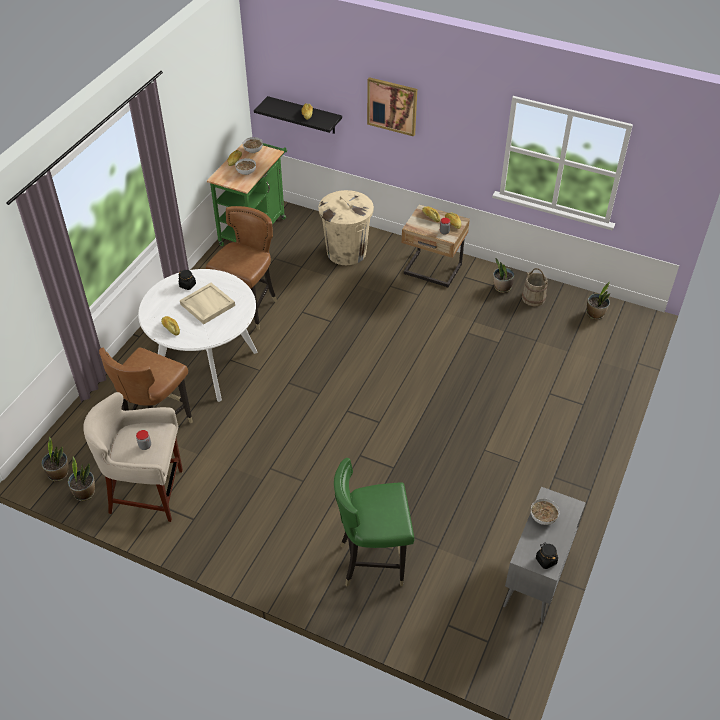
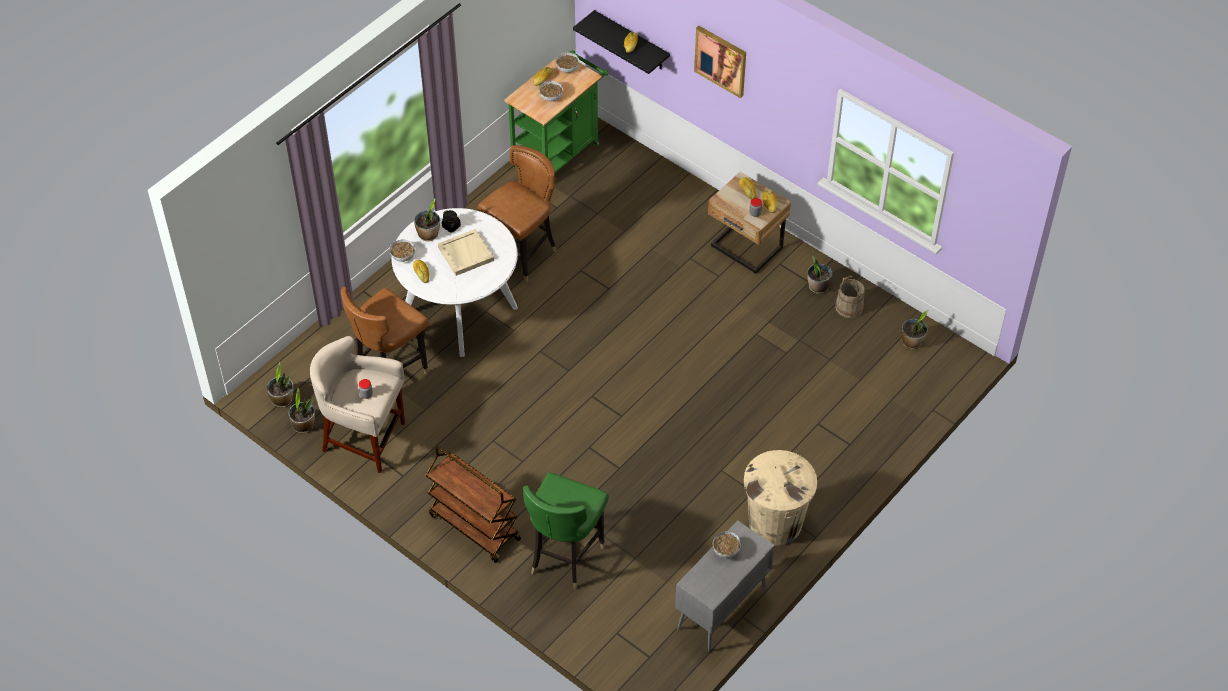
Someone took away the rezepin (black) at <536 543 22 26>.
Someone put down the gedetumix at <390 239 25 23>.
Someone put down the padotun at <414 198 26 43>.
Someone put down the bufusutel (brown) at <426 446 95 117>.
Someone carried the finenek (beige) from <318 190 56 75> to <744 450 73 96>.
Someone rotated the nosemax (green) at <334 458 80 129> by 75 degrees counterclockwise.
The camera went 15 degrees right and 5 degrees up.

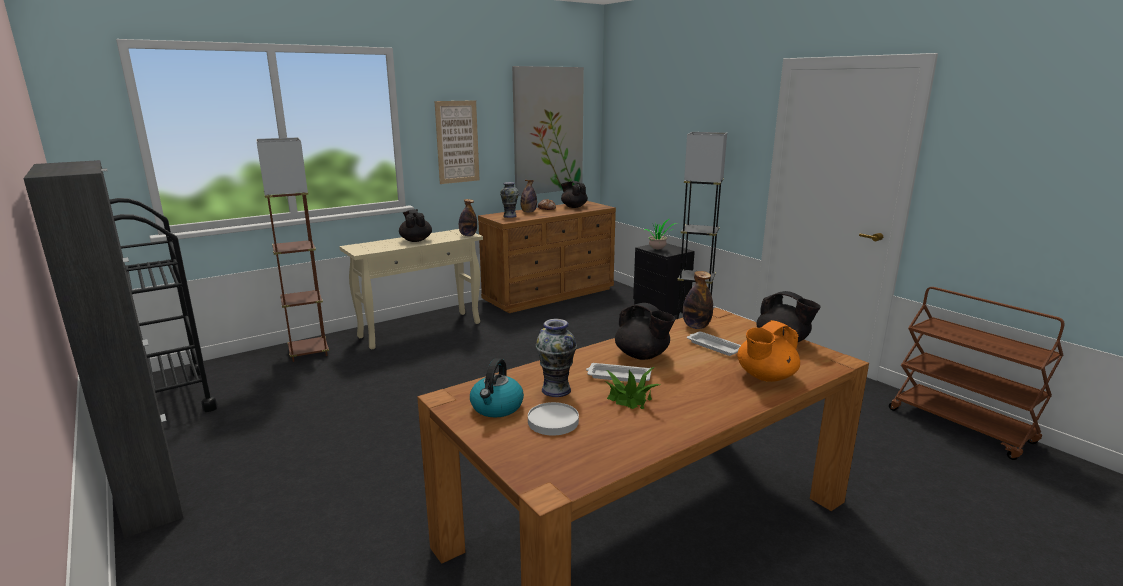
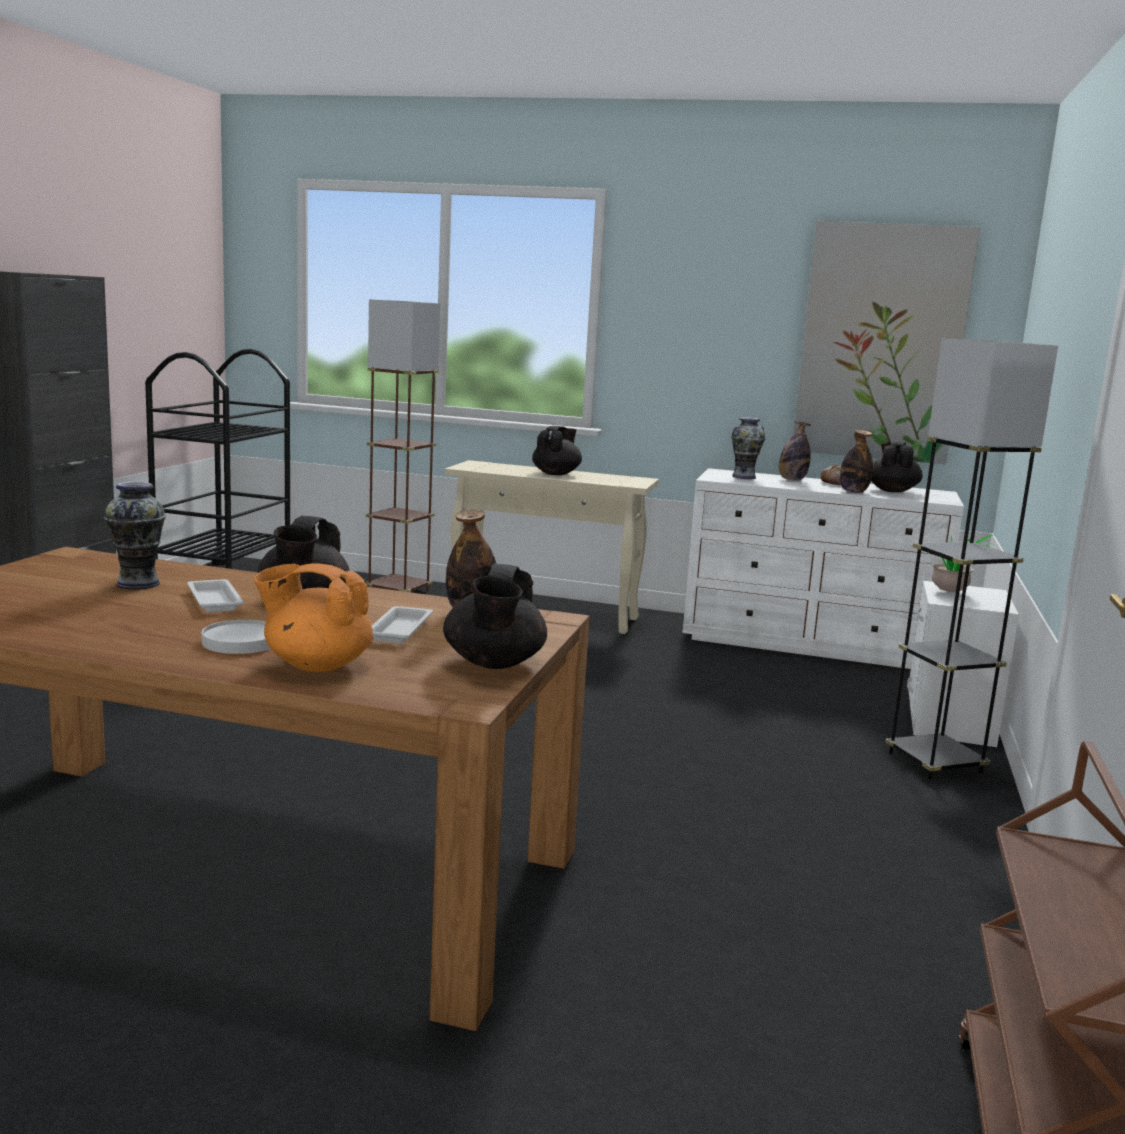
Someone took away the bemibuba at <435 100 45 84>.
Someone took away the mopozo at <470 358 54 59>.
Someone took away the padotun at <605 367 55 42>.
Someone carried the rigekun from <459 199 18 37> to <840 430 33 63>.
Someone carried the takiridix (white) from <528 402 51 34> to <202 620 69 34>.
Someone repainted the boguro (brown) at <478 201 138 112>, which became the boguro (white) at <682 468 282 201>.
Someone repainted the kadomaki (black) at <633 243 62 73>, which became the kadomaki (white) at <907 581 112 166>.
The camera went 50 degrees right and 5 degrees down.

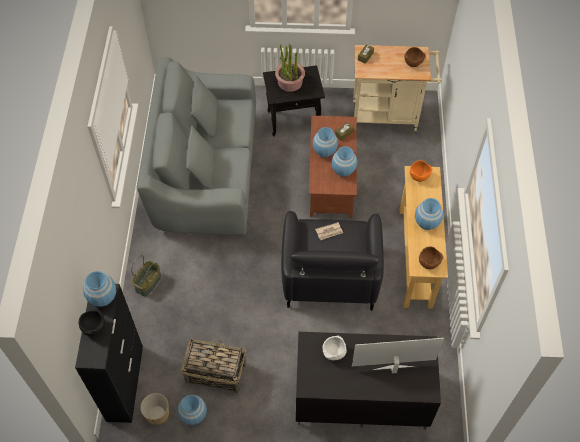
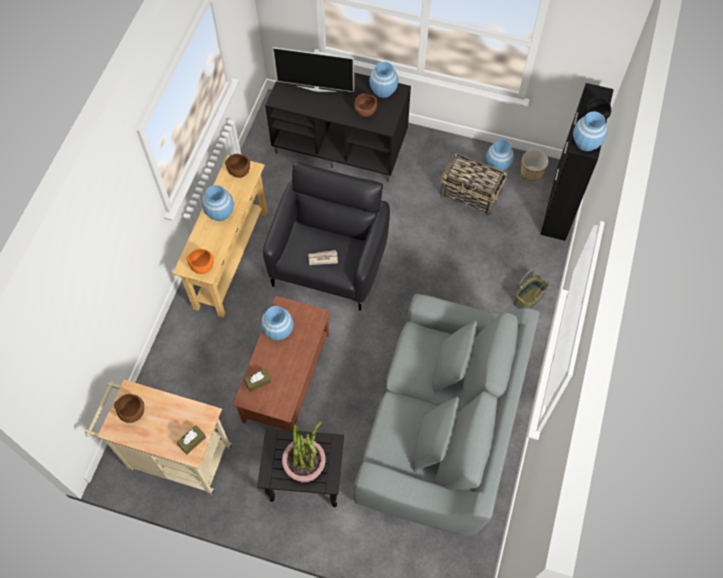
Someone carried the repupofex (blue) from <313 127 25 31> to <369 62 29 36>.
Someone repainted the gedetumix (white) at <322 336 25 24>, which became the gedetumix (brown) at <354 94 23 23>.
The camera went 165 degrees left and 5 degrees up.

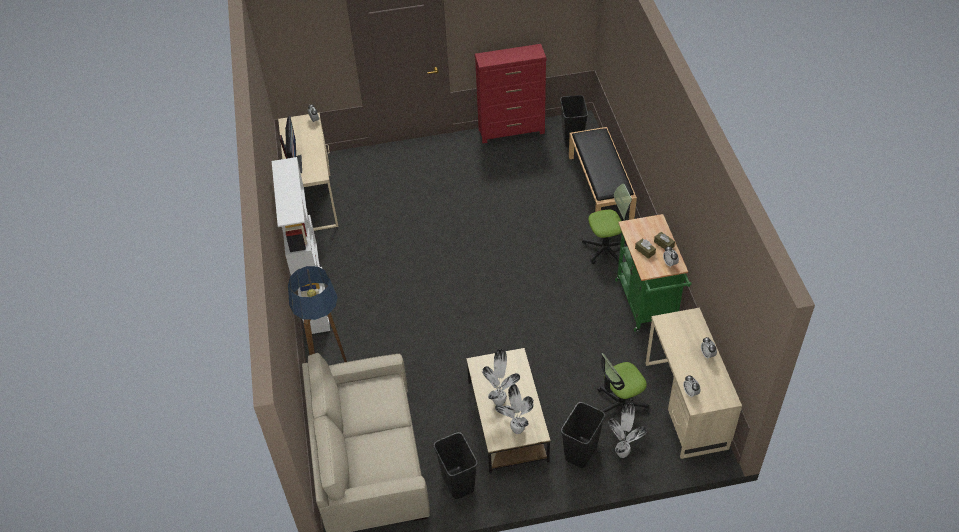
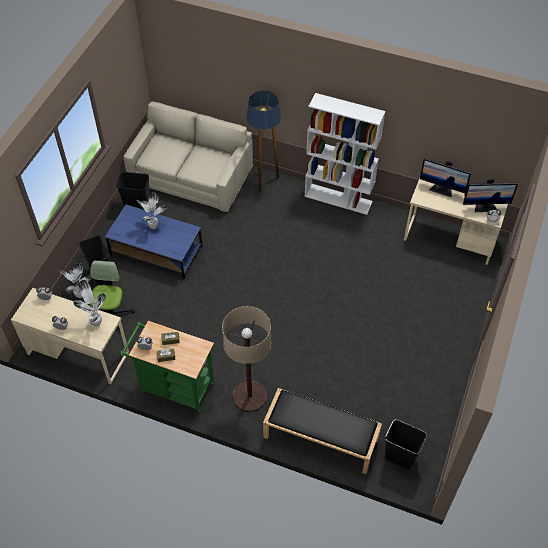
Someone took away the boguro (red) at <475 44 72 99>.
Someone put down the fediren at <463 178 55 34>.
Someone carried the padotun from <495 384 39 50> to <74 280 32 46>.
Someone swapped the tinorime at <582 184 50 80> for the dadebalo at <222 306 49 106>.
Someone repainted the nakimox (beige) at <466 348 84 125>, which became the nakimox (blue) at <105 204 98 75>.
The camera went 120 degrees right and 5 degrees up.

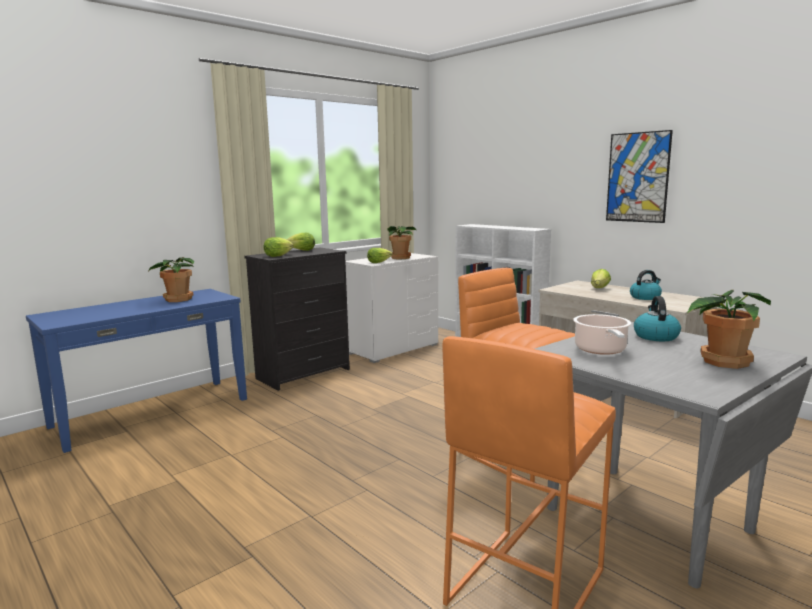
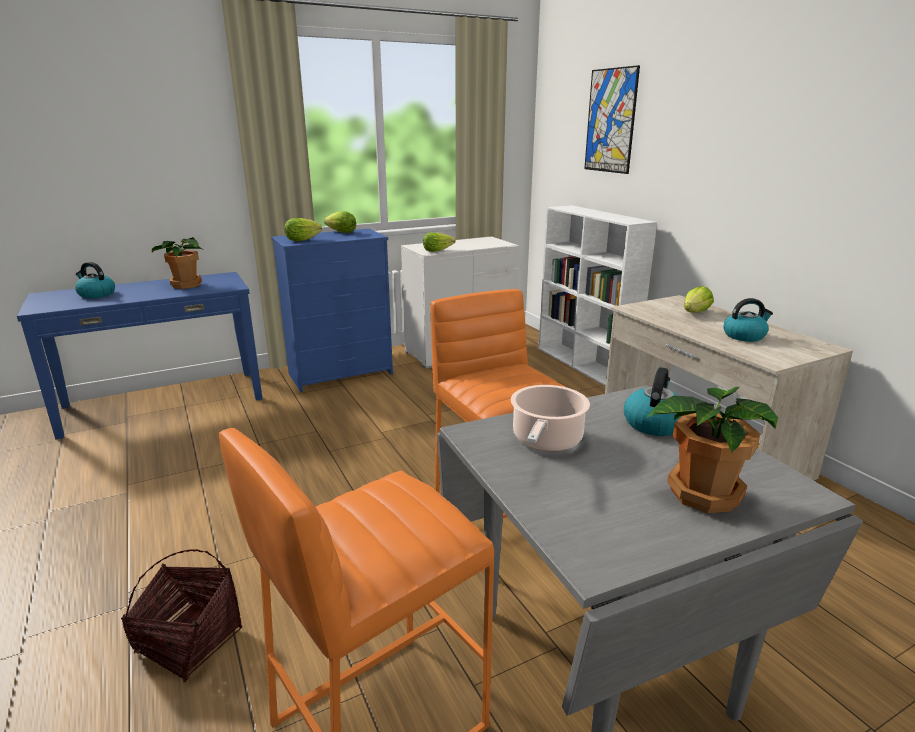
Someone took away the padotun at <387 226 30 34>.
Someone put down the mopozo at <75 262 40 36>.
Someone put down the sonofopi at <121 549 121 133>.
Someone carried the bemibuba from <606 130 67 93> to <584 65 56 109>.
Someone repainted the boguro (black) at <244 247 106 144>, which became the boguro (blue) at <271 228 122 164>.
The camera went 15 degrees right and 10 degrees up.

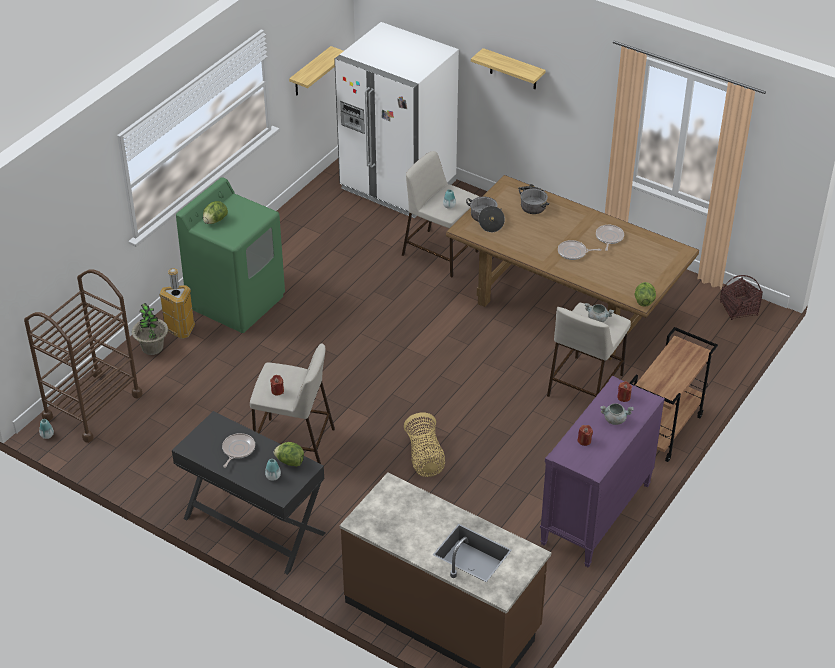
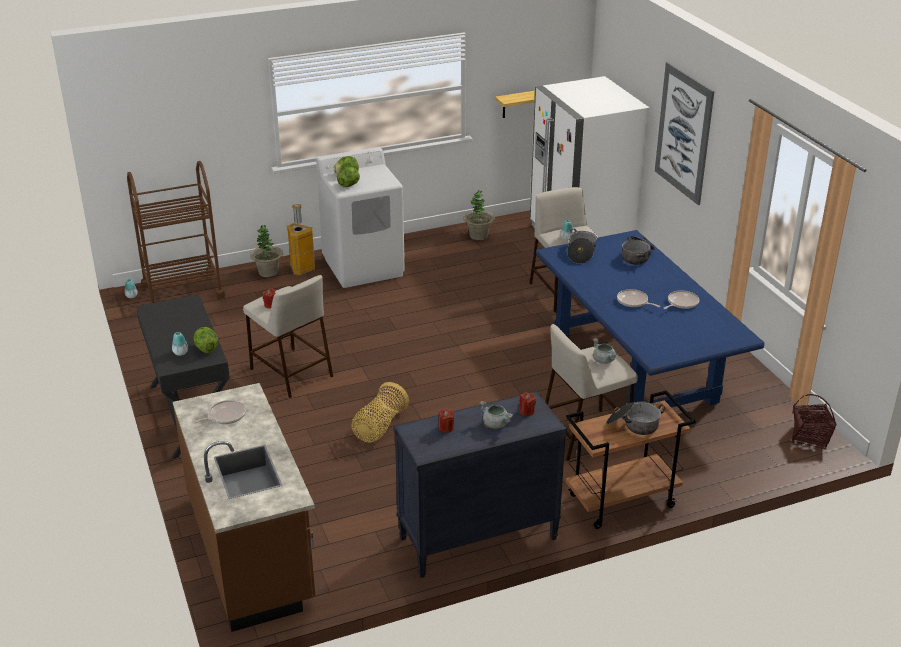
Someone put down the padotun at <463 190 32 50>.
Someone put down the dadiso at <606 402 59 33>.
Someone carried the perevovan from <222 433 33 35> to <192 400 54 24>.
Someone carried the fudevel from <635 282 21 25> to <337 167 23 20>.
Someone swapped the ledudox at <471 48 75 41> for the bemibuba at <655 62 59 143>.
Someone repainted the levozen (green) at <176 177 109 156>, which became the levozen (white) at <316 147 89 141>.
Someone repainted the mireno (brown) at <446 175 253 185>, which became the mireno (blue) at <536 230 228 178>.
Someone repainted the boguro (purple) at <540 376 125 192>, which became the boguro (black) at <393 391 174 187>.
The camera went 35 degrees right and 10 degrees down.

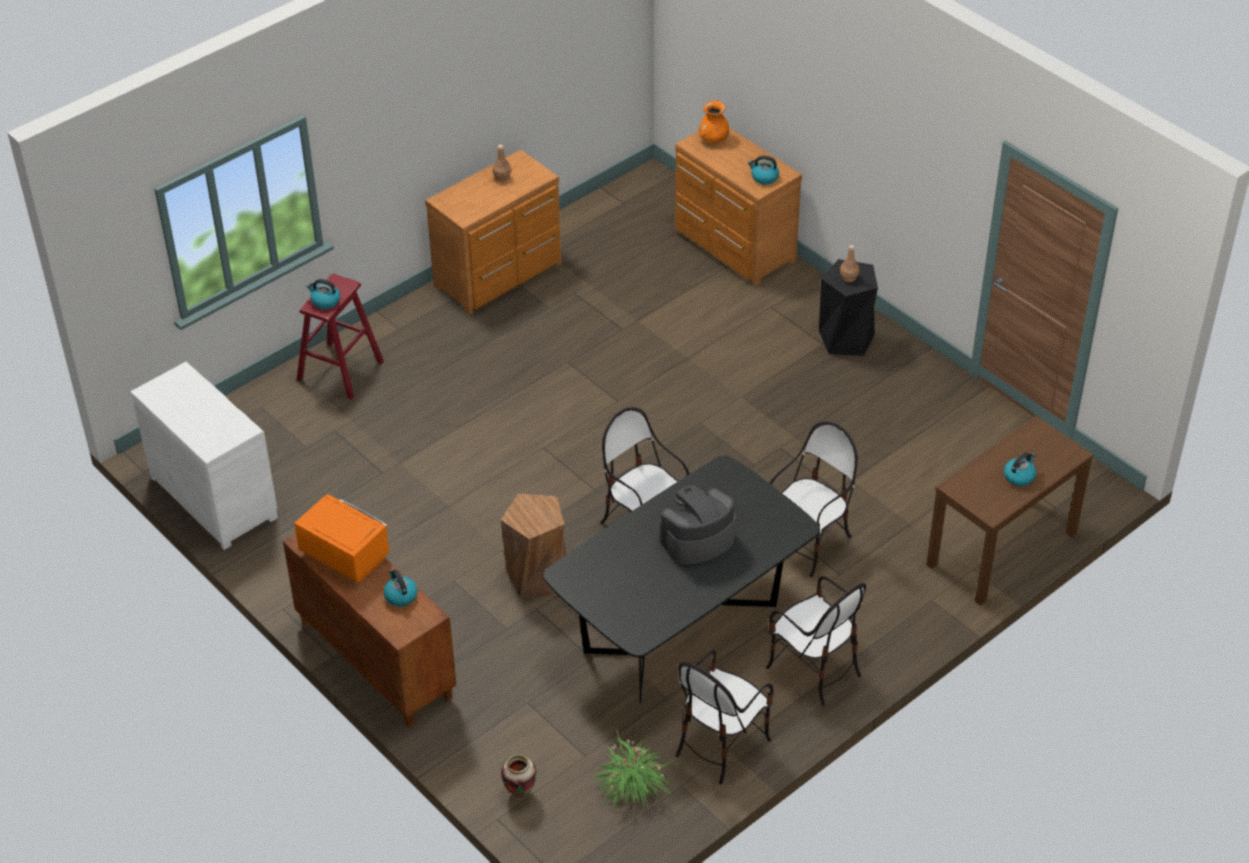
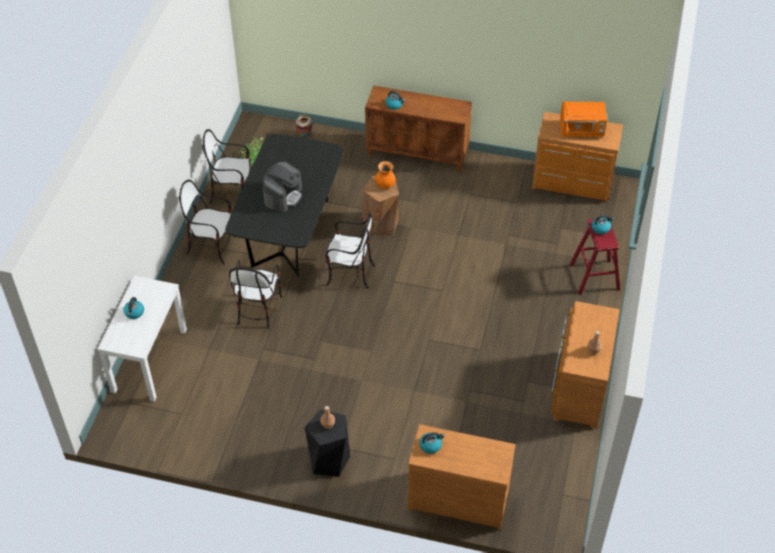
Someone carried the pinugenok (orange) from <294 494 96 89> to <560 102 47 34>.
Someone carried the repupofex (orange) from <699 101 30 42> to <375 161 21 28>.
Someone repainted the boguro (white) at <130 362 148 188>, which became the boguro (brown) at <532 112 91 90>.
Someone repainted the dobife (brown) at <926 416 168 190>, which became the dobife (white) at <97 276 90 126>.
Someone rotated the nosemax at <675 650 98 134> by 90 degrees counterclockwise.
The camera went 145 degrees right and 5 degrees up.

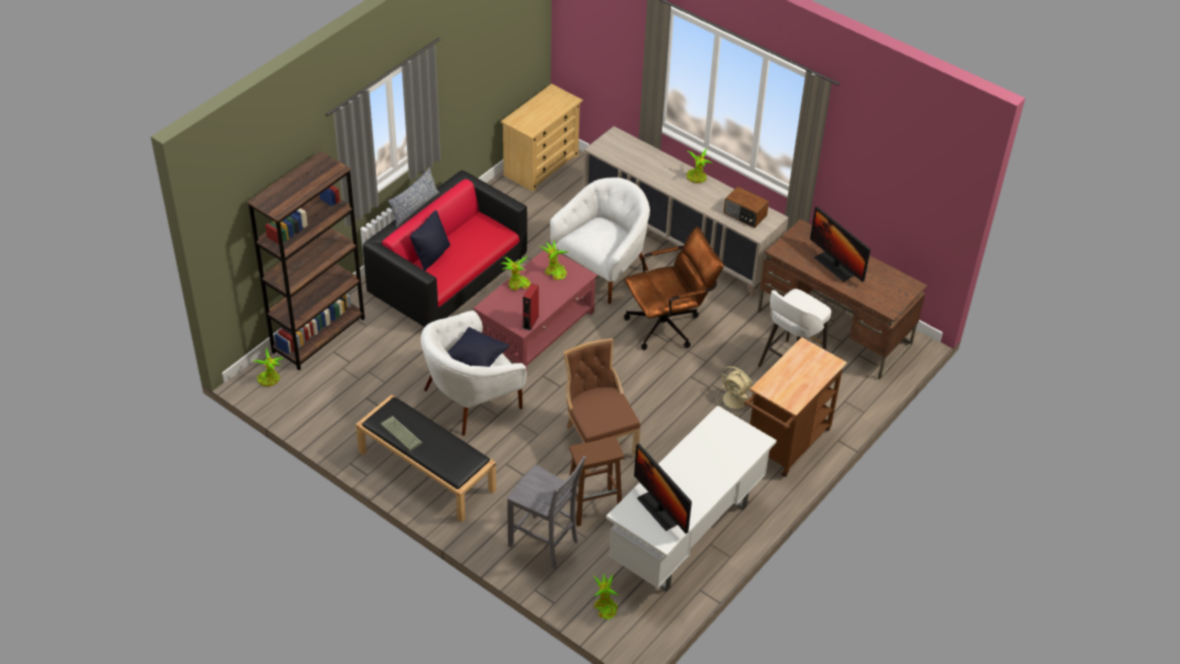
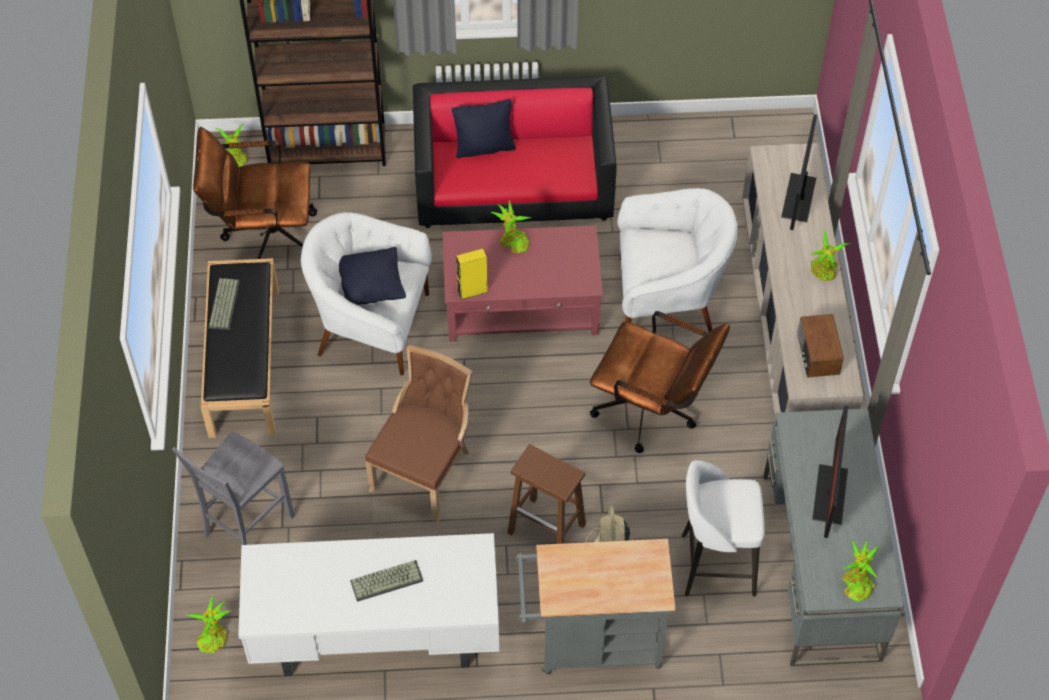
Someone took away the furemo at <388 167 52 61>.
Someone took away the boguro (beige) at <501 84 82 108>.
Someone put down the tinorime (brown) at <193 127 124 132>.
Someone put down the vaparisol at <350 560 73 42>.
Someone carried the padotun from <540 240 28 40> to <842 539 38 63>.
Someone carried the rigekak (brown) from <569 436 55 90> to <508 444 78 100>.
Someone carried the fediren from <634 443 58 91> to <781 114 36 116>.
Someone repainted the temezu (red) at <523 283 16 48>, which became the temezu (yellow) at <456 248 32 52>.
Someone repainted the bufusutel (brown) at <744 337 103 140>, which became the bufusutel (grey) at <516 539 160 136>.
Someone repainted the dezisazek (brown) at <758 219 169 161>, which became the dezisazek (grey) at <763 408 141 258>.
Someone rotated the nosemax (grey) at <507 456 79 114> by 45 degrees clockwise.
The camera went 50 degrees right and 10 degrees up.

